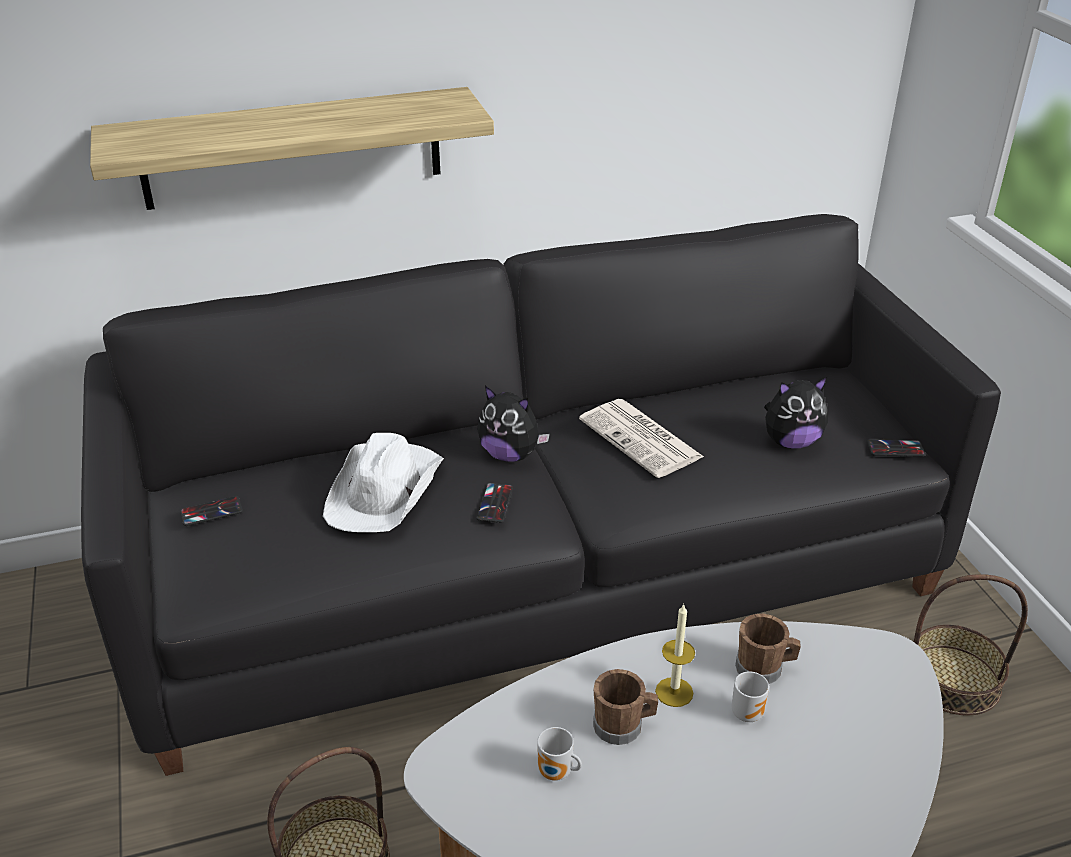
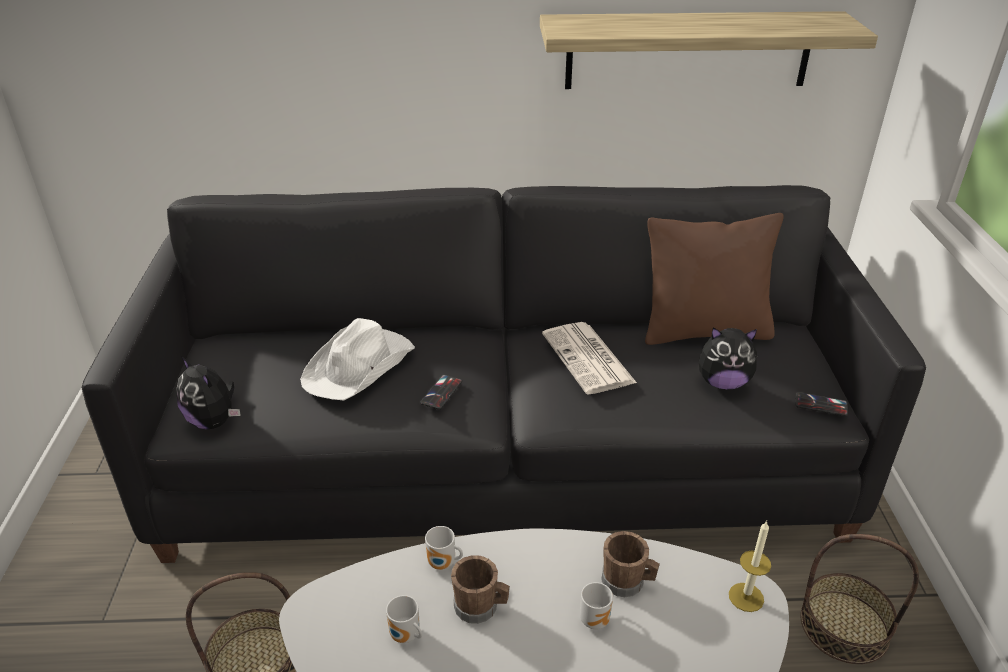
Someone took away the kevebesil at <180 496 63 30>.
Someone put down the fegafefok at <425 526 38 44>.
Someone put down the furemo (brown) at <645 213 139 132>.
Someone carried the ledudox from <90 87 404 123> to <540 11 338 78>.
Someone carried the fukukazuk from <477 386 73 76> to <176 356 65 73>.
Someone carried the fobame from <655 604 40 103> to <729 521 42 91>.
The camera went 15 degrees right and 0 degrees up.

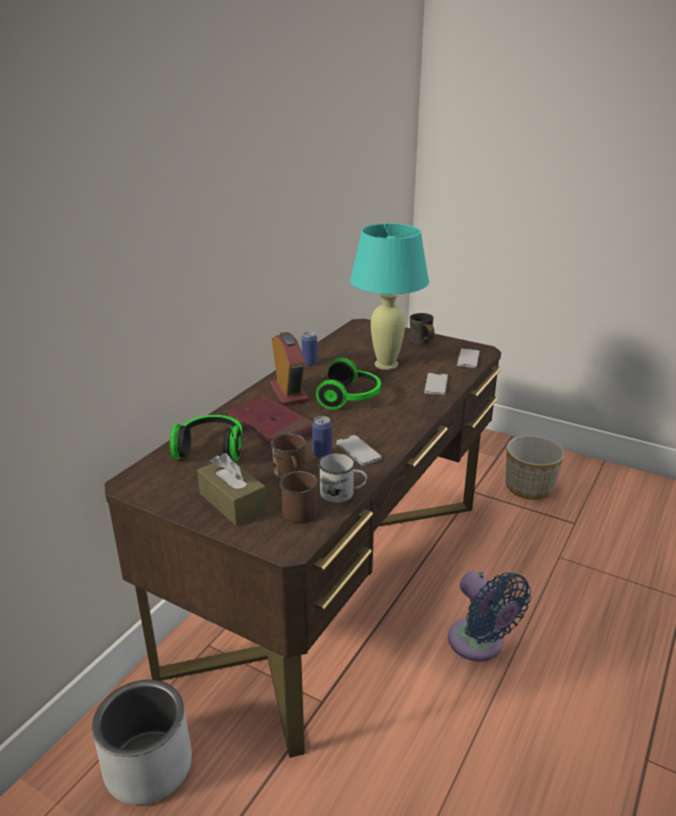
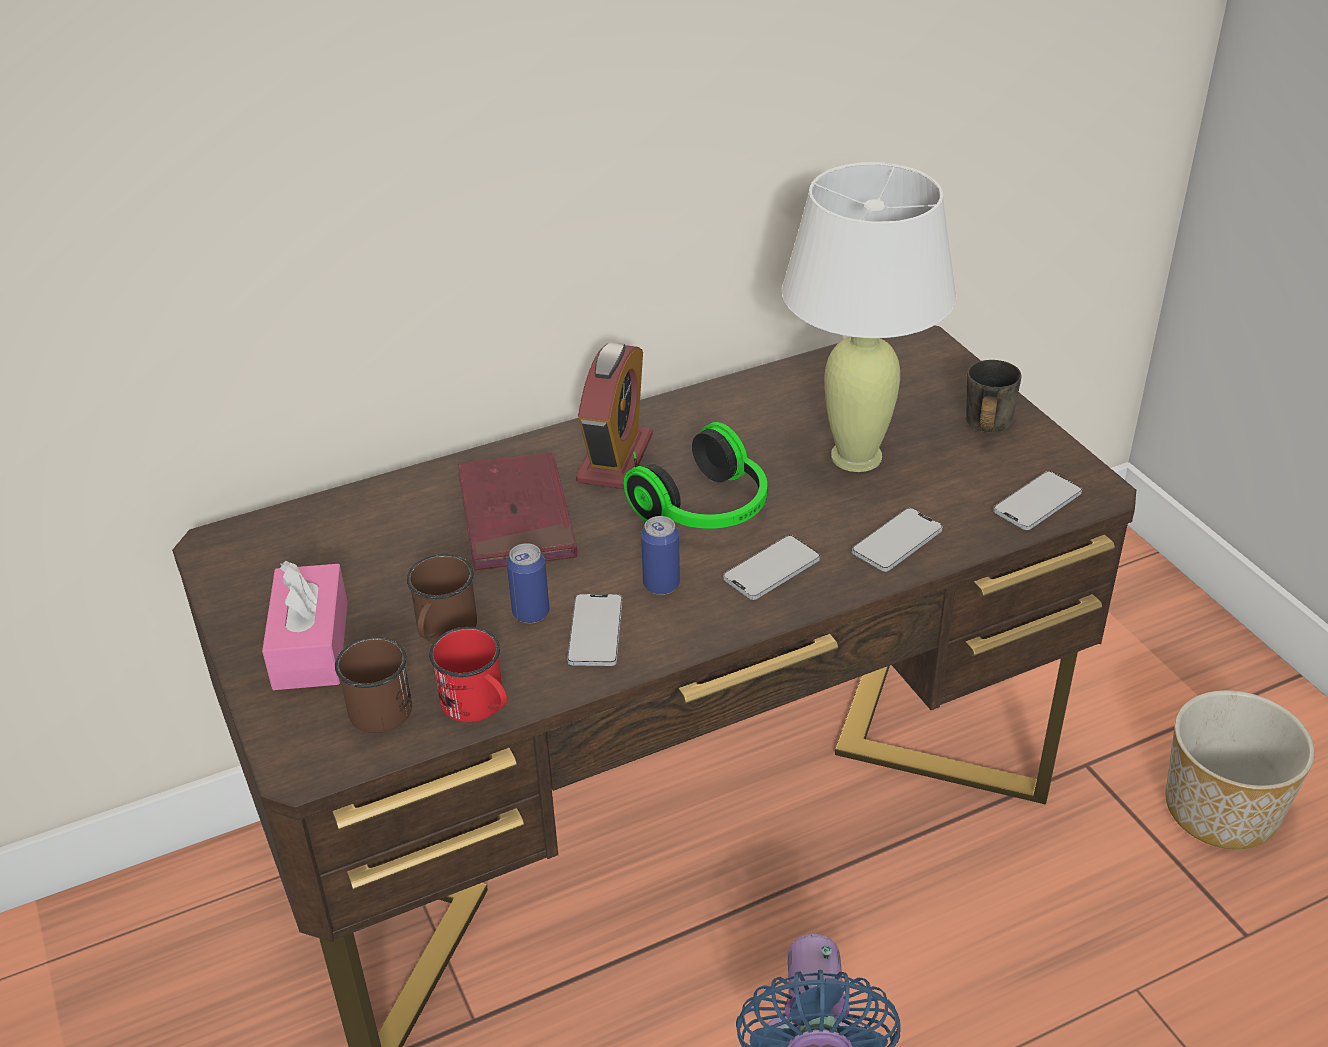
Someone took away the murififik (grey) at <92 680 100 125>.
Someone took away the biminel at <170 415 72 46>.
Someone put down the kevebesil at <723 535 97 65>.
Someone carried the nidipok from <301 331 17 35> to <641 516 39 79>.
Someone repainted the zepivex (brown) at <197 453 70 73>, which became the zepivex (pink) at <262 561 86 129>.
Someone repainted the fegafefok (white) at <318 453 49 50>, which became the fegafefok (red) at <429 627 78 95>.
Someone repainted the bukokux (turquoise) at <350 223 79 147>, which became the bukokux (white) at <782 162 175 310>.
The camera went 35 degrees right and 10 degrees up.

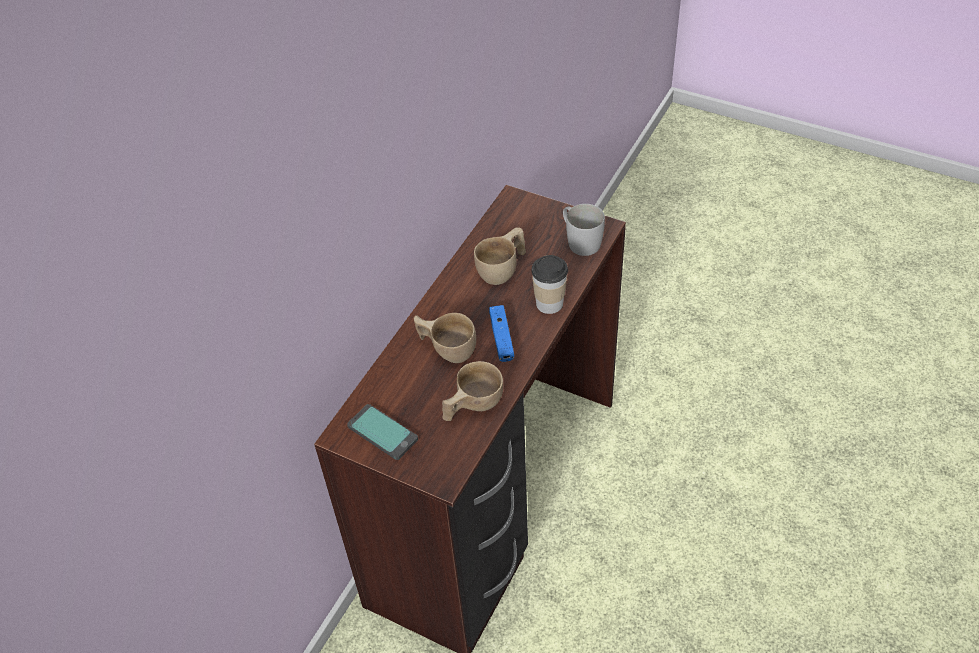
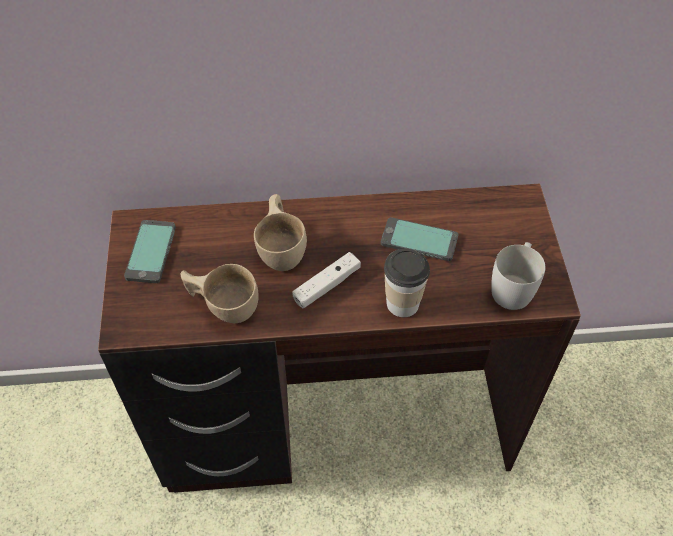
Someone swapped the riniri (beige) at <474 228 52 57> for the kevebesil at <381 217 77 44>.
Someone repainted the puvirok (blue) at <489 305 25 57>, which became the puvirok (white) at <292 252 69 56>.
The camera went 55 degrees right and 5 degrees up.

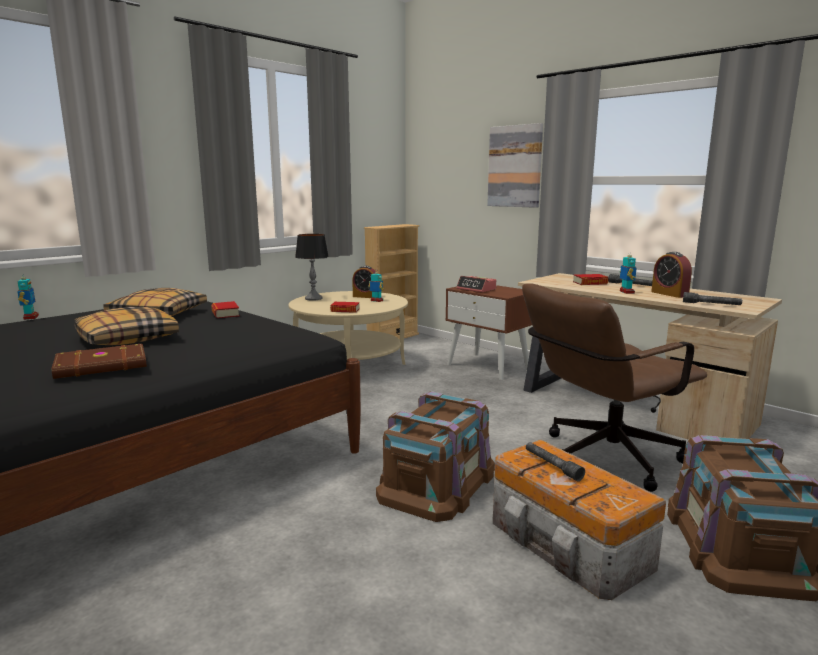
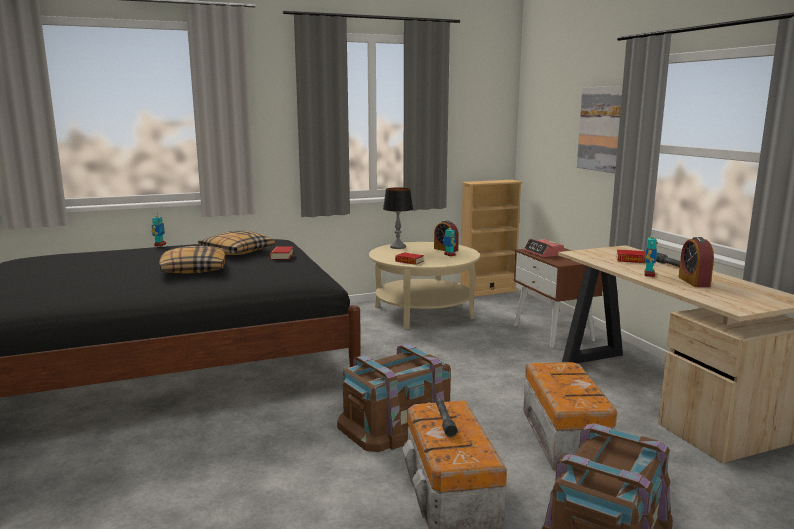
Someone took away the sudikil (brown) at <52 344 95 35>.
Someone took away the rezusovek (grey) at <683 292 59 13>.
Someone swapped the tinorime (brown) at <522 283 185 209> for the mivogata at <523 362 94 108>.
The camera went 25 degrees right and 0 degrees up.

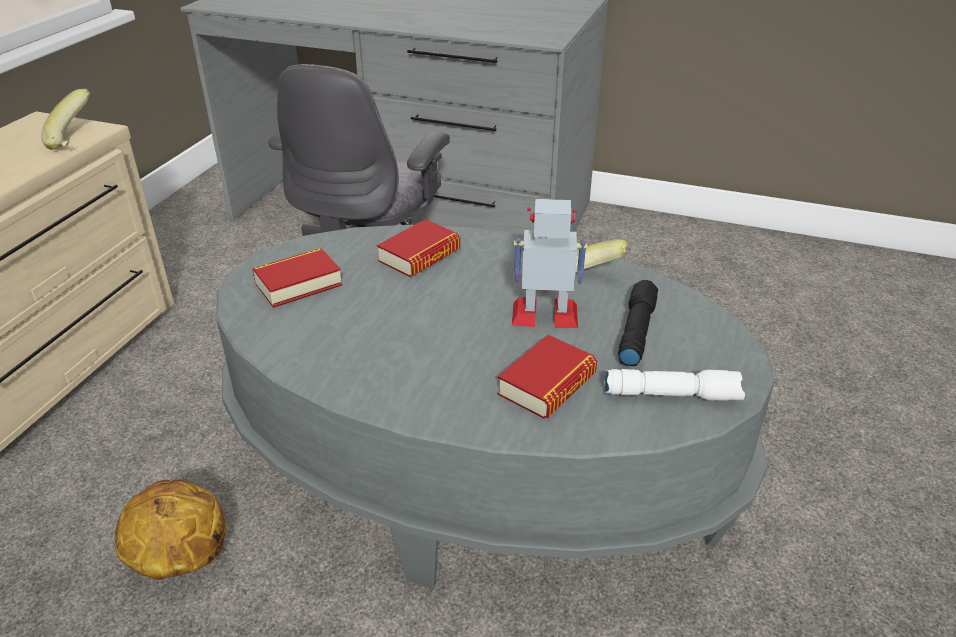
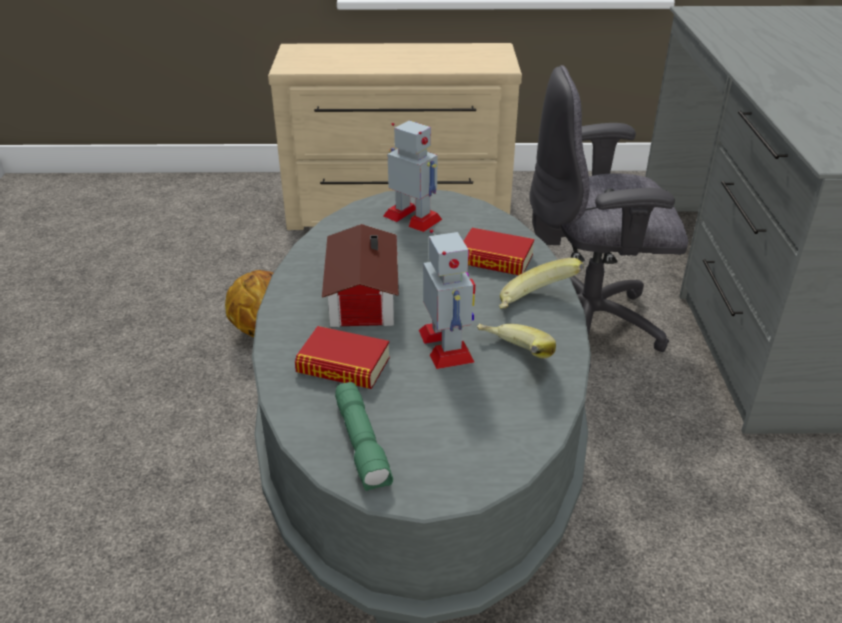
Someone took away the rezusovek (black) at <618 280 40 86>.
Someone put down the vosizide at <322 224 77 103>.
Someone carried the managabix from <41 89 50 61> to <499 258 85 51>.
Someone swapped the sudikil at <252 248 90 60> for the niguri at <383 120 59 112>.
Someone repainted the rezusovek (white) at <604 369 141 32>, which became the rezusovek (green) at <335 382 58 109>.
The camera went 70 degrees right and 0 degrees up.

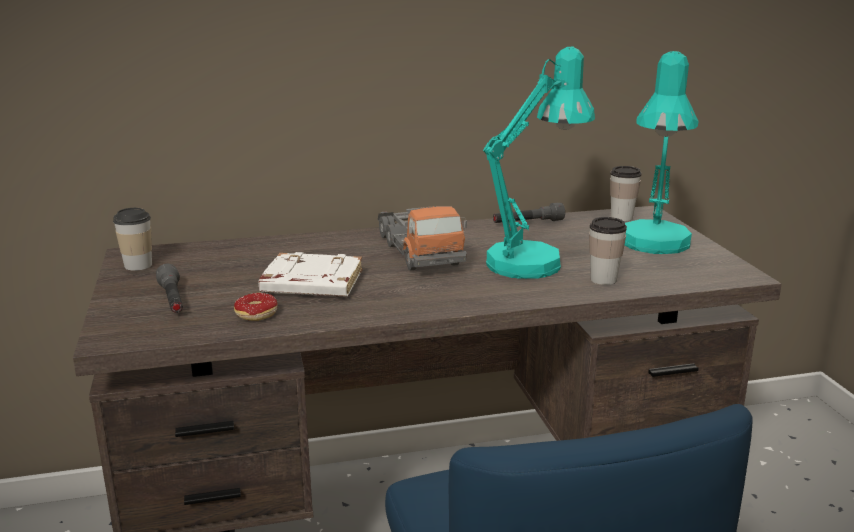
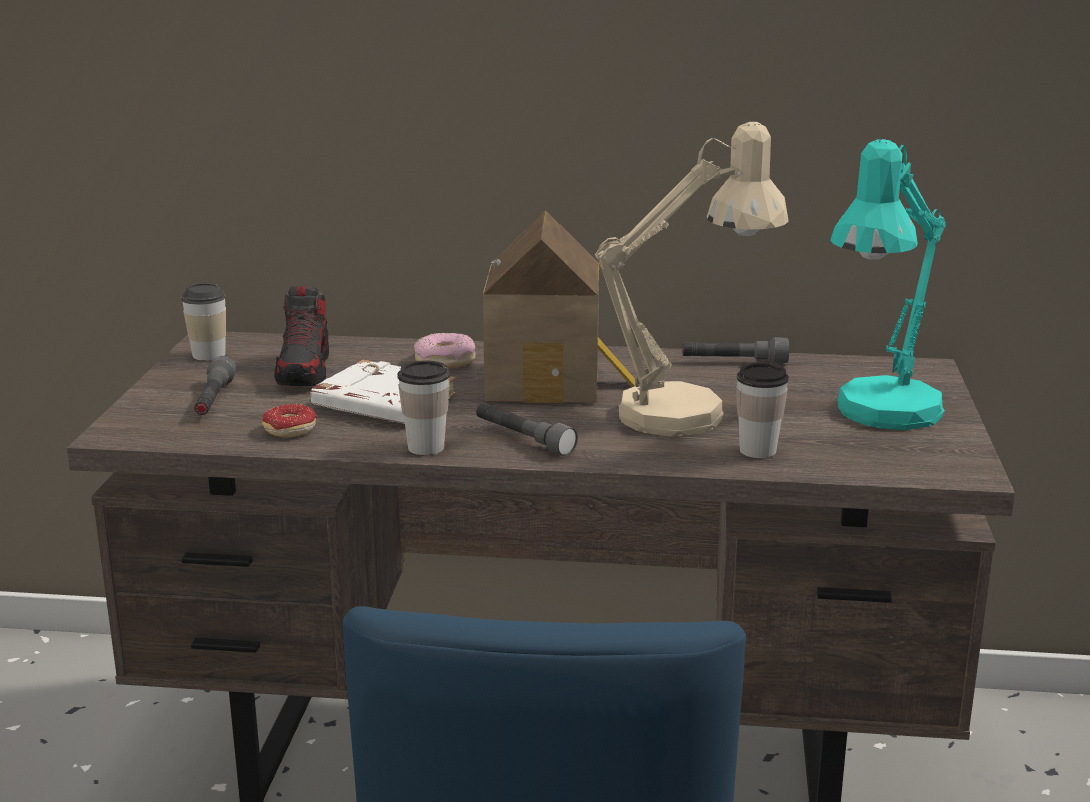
Someone put down the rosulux at <274 286 55 100>.
Someone put down the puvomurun at <414 333 61 36>.
Someone put down the rezusovek (grey) at <476 403 102 53>.
Someone carried the riniri from <610 166 32 56> to <397 361 53 94>.
Someone swapped the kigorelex at <378 206 89 64> for the vosizide at <483 211 152 192>.
Someone repainted the bukokux (turquoise) at <483 46 112 233>, which became the bukokux (beige) at <595 122 194 315>.
The camera went 20 degrees right and 0 degrees up.

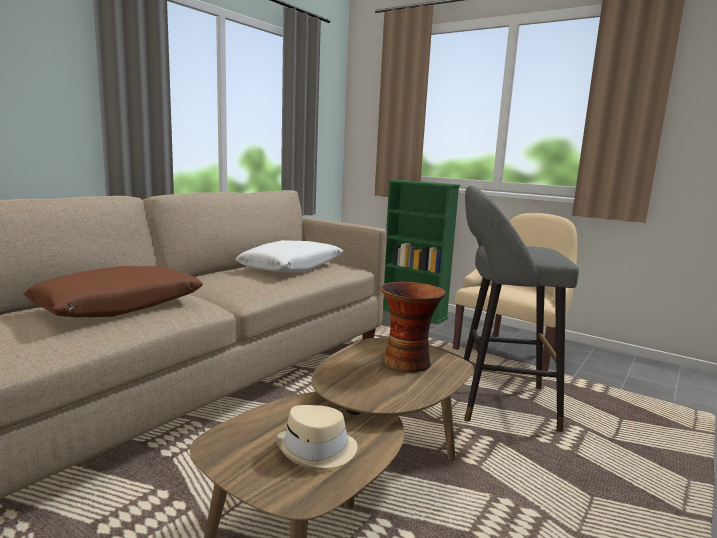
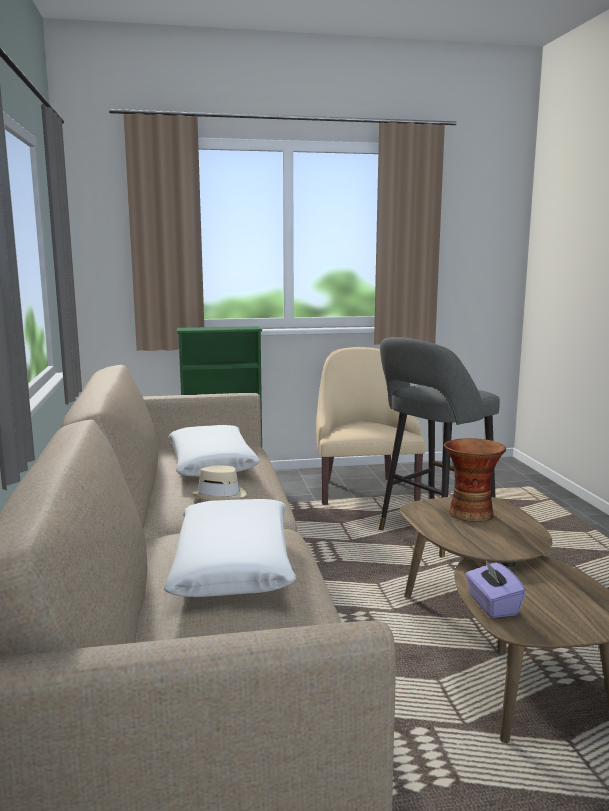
Someone put down the zepivex (purple) at <465 559 61 59>.
Someone carried the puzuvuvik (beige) from <276 405 82 64> to <192 465 55 36>.
Someone repainted the furemo (brown) at <24 266 179 51>, which became the furemo (white) at <164 499 132 98>.
The camera went 45 degrees left and 0 degrees up.

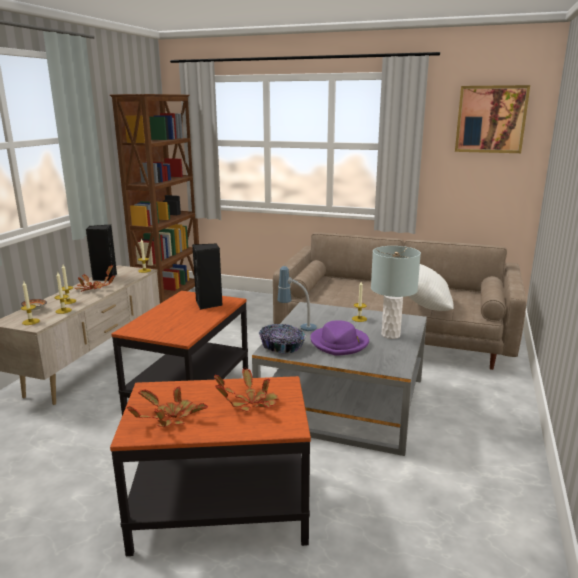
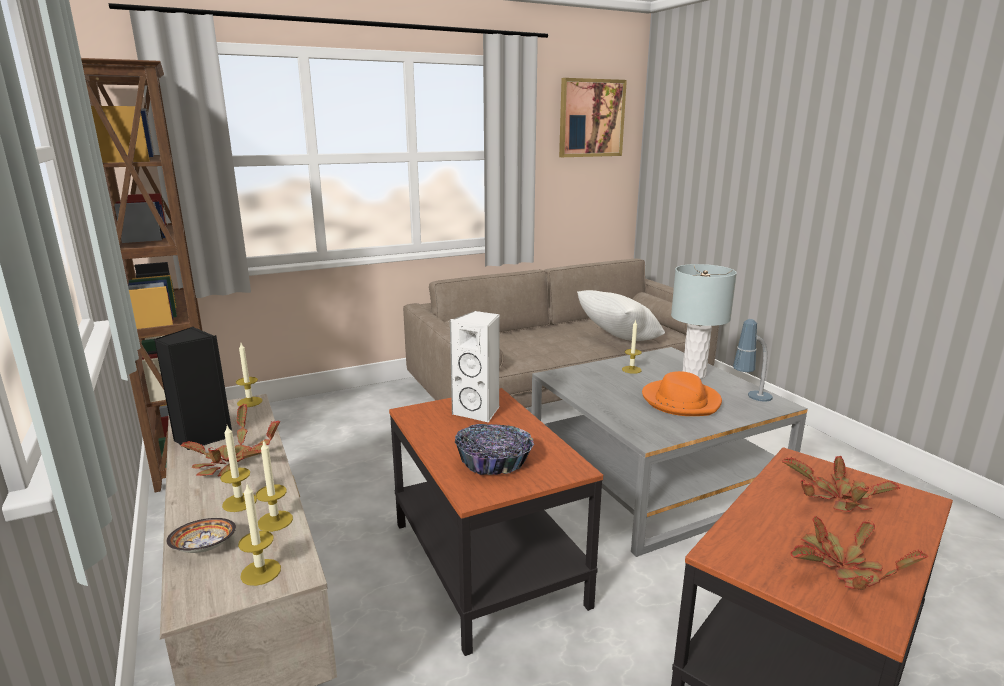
Someone carried the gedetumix from <259 324 48 30> to <455 424 79 51>.
Someone carried the bukokux from <277 266 40 65> to <733 319 40 83>.
Someone repainted the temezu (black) at <192 244 31 66>, which became the temezu (white) at <449 311 51 112>.
Someone repainted the puzuvuvik (purple) at <310 320 59 36>, which became the puzuvuvik (orange) at <642 371 80 45>.
The camera went 45 degrees left and 0 degrees up.

